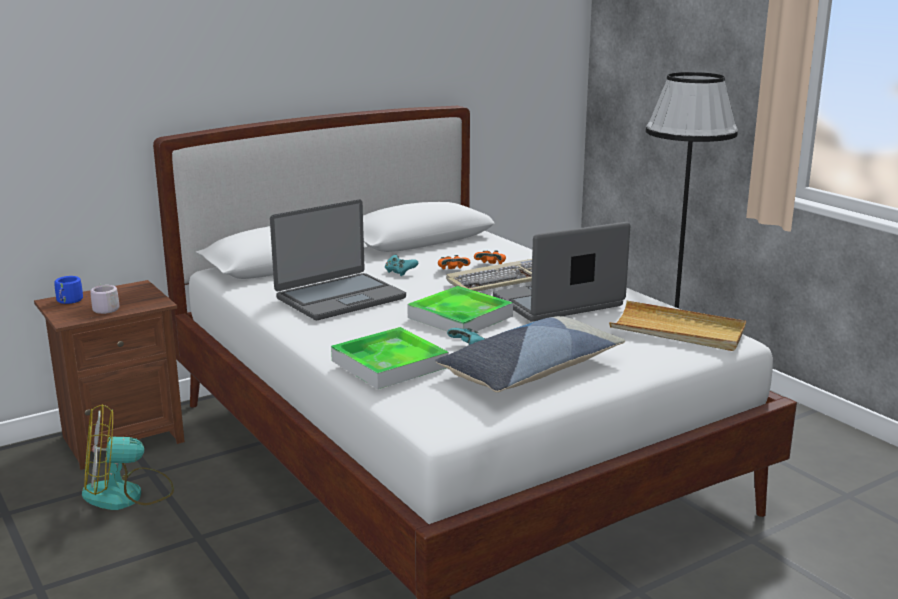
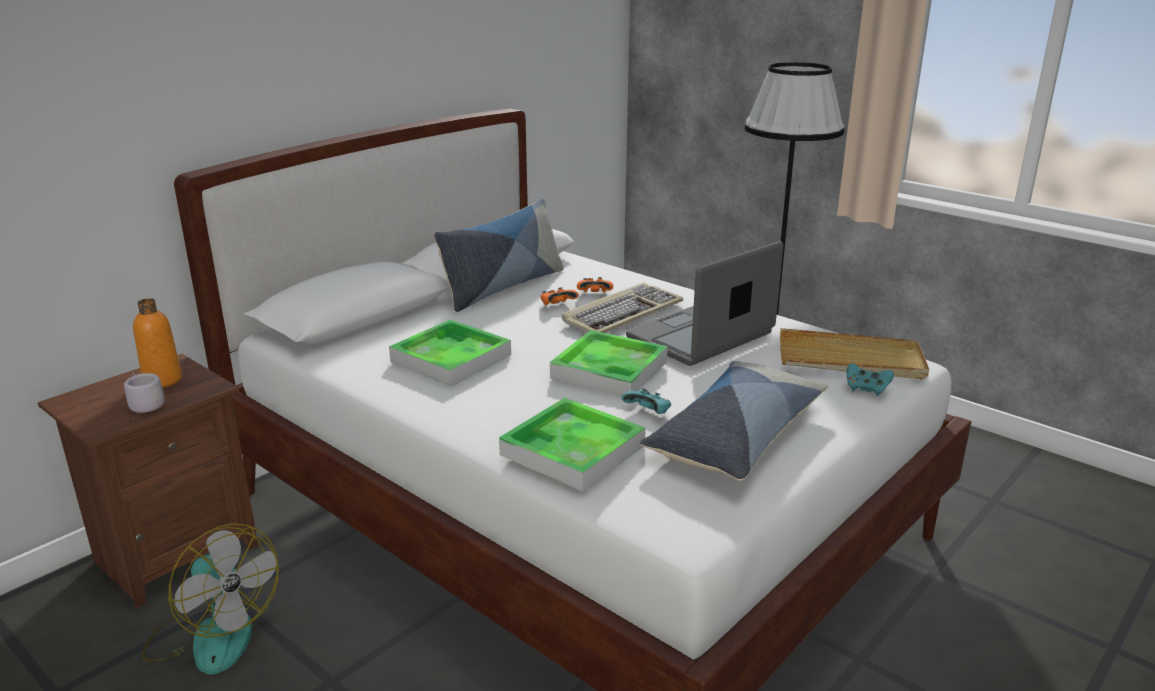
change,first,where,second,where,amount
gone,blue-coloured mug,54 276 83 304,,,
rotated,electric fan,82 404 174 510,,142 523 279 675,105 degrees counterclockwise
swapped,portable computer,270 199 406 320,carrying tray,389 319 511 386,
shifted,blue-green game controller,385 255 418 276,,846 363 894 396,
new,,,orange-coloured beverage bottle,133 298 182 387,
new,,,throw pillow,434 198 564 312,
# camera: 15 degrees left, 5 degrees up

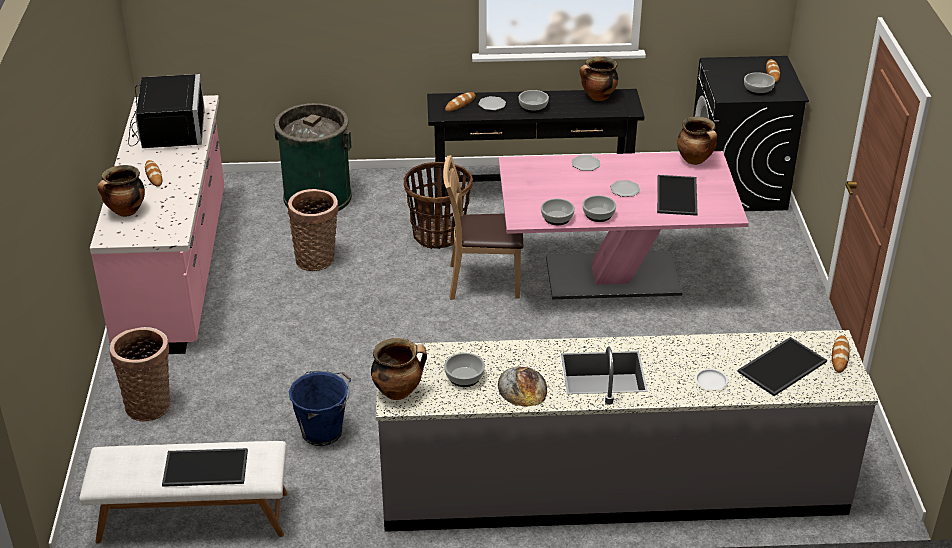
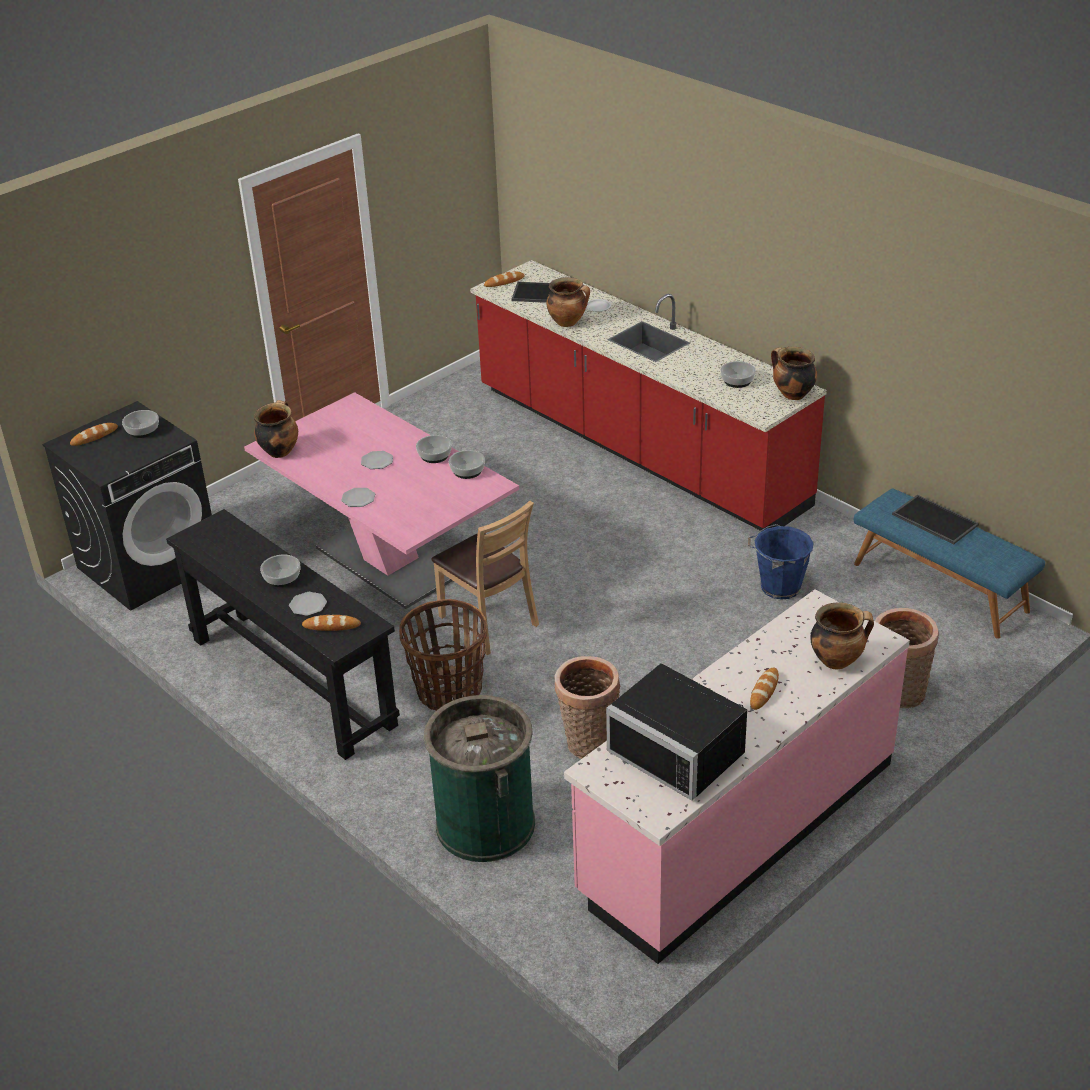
change,first,where,second,where,amount
repainted,white-coloured indoor bench,79 441 287 544,blue-coloured indoor bench,854 489 1045 639,
rotated,black-coloured microwave,128 74 205 148,,606 663 747 801,90 degrees counterclockwise
repainted,gray kitchen base unit,376 330 878 532,reddish kitchen base unit,470 260 827 531,
gone,baked bread,498 366 547 407,,,
shifted,stockpot,580 57 618 101,,546 277 590 327,
gone,carrying tray,657 175 698 216,,,
# camera: 130 degrees left, 0 degrees up

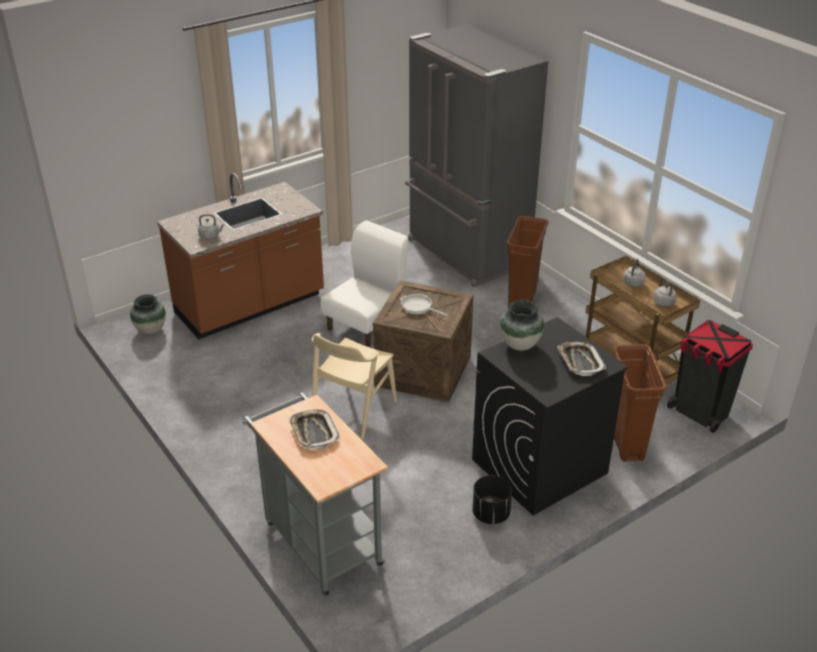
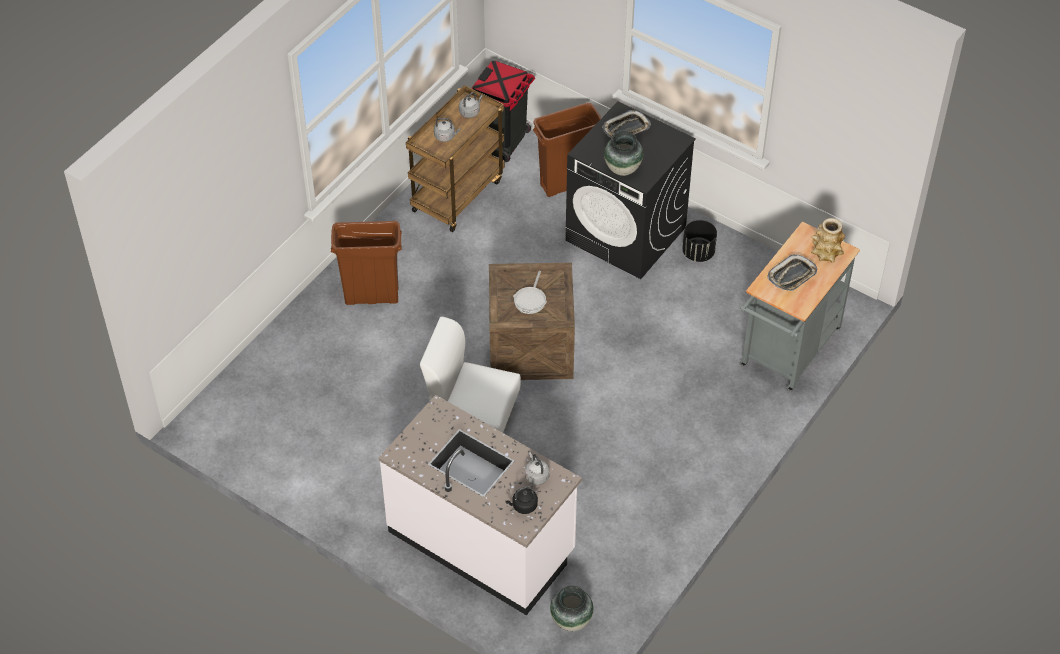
change,first,where,second,where,amount
repainted,brown-coloured kitchen base unit,157 173 324 339,white-coloured kitchen base unit,379 395 582 615,
gone,sand-coloured plain chair,312 333 397 440,,,
gone,gray refrigerator,405 24 548 287,,,
new,,,black-coloured water kettle,505 485 538 514,
new,,,flower vase,811 218 845 262,
# camera: 110 degrees left, 15 degrees up

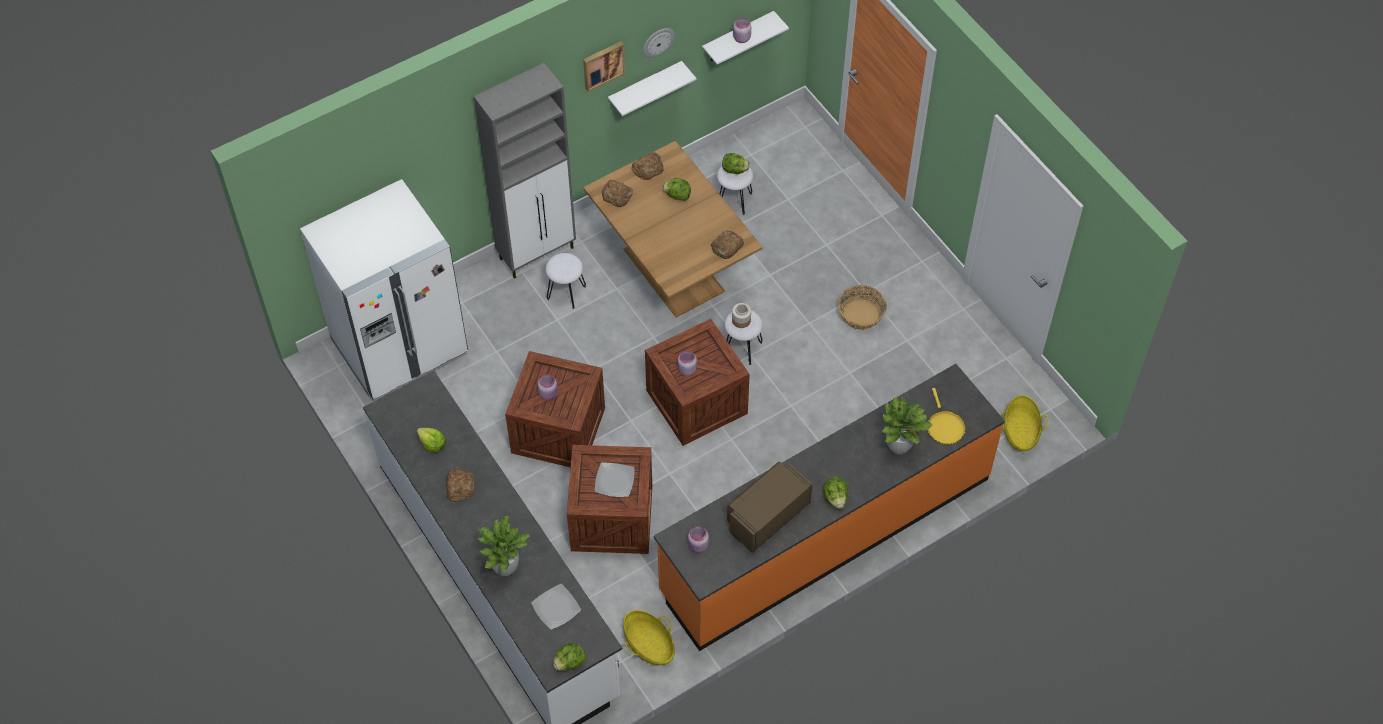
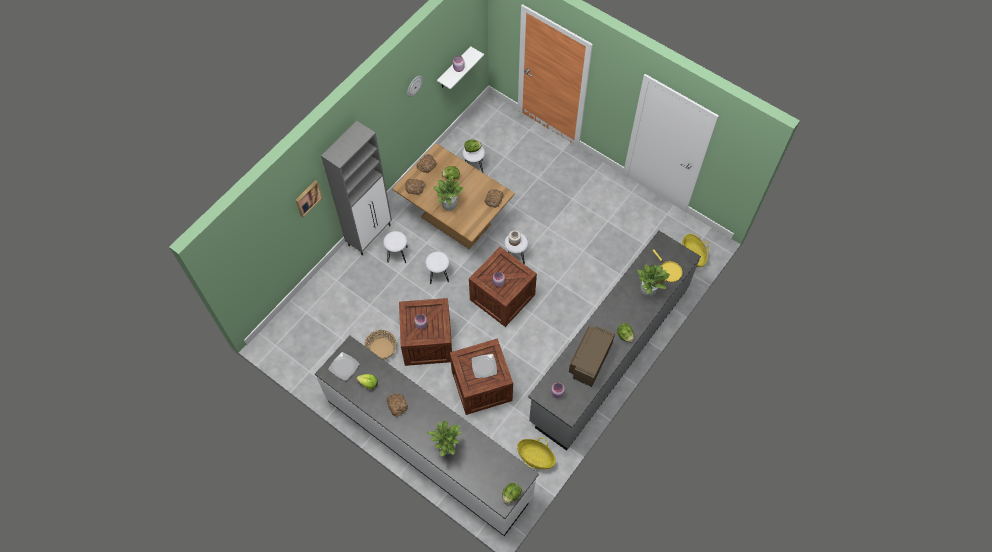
change,first,where,second,where,amount
gone,white-coloured refrigerator,300 179 468 402,,,
shifted,plate,531 584 581 630,,328 352 360 381,
shifted,picture,583 41 625 92,,295 180 323 218,
gone,white-coloured wall shelf,608 61 696 116,,,
repainted,orange-coloured kitchen base unit,654 364 1005 651,gray kitchen base unit,528 231 701 451,
shifted,household basket,838 285 886 330,,364 330 397 360,
new,,,white-coloured sitting stool,425 251 449 284,
new,,,plant in a pot,433 176 464 211,
# camera: 20 degrees left, 5 degrees up

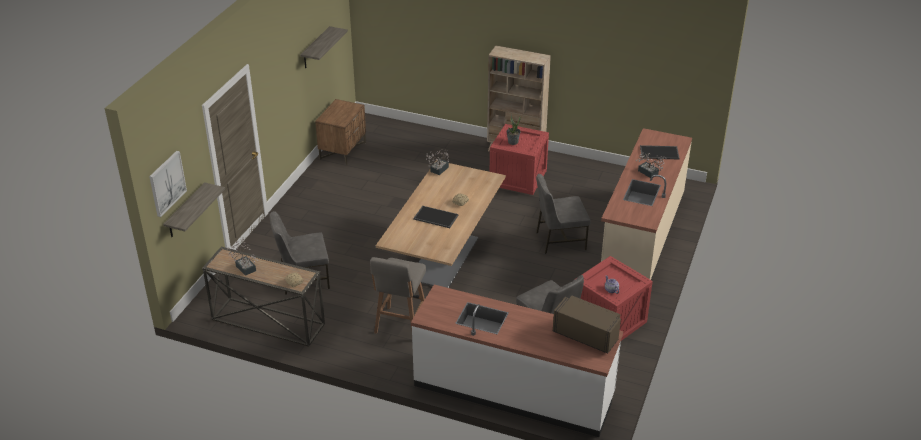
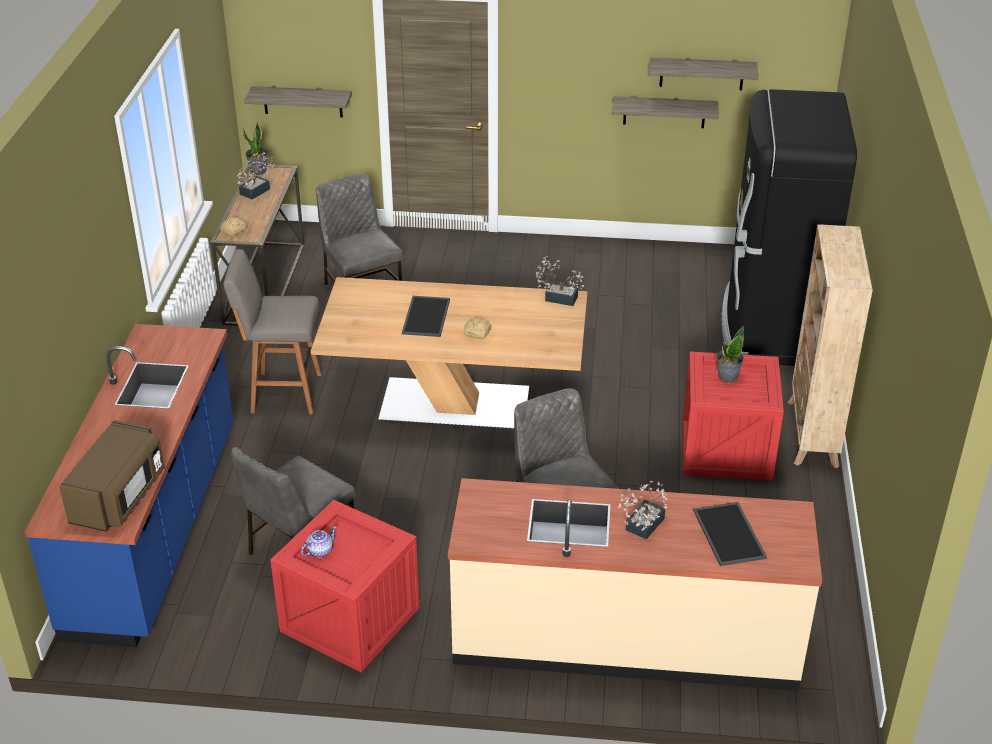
change,first,where,second,where,amount
gone,picture,149 151 187 217,,,
gone,brown-coloured bedside table,315 99 366 166,,,
repainted,white-coloured kitchen base unit,411 285 623 437,blue-coloured kitchen base unit,25 324 234 648,
new,,,plant in a pot,243 122 268 175,
new,,,wall shelf,612 96 719 128,
new,,,black-coloured refrigerator,721 89 857 366,
# camera: 75 degrees right, 0 degrees up

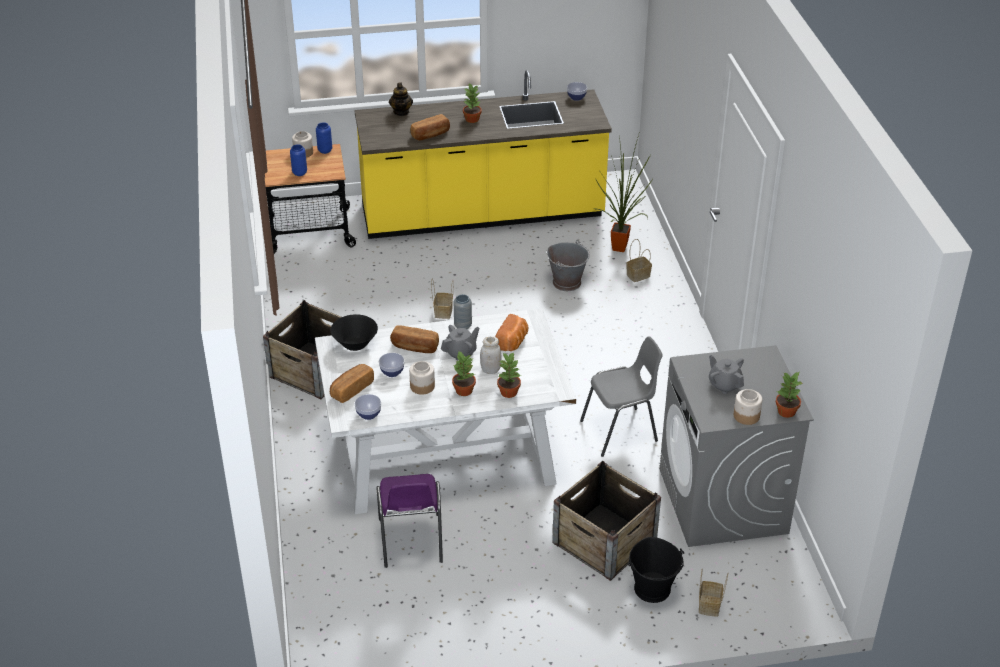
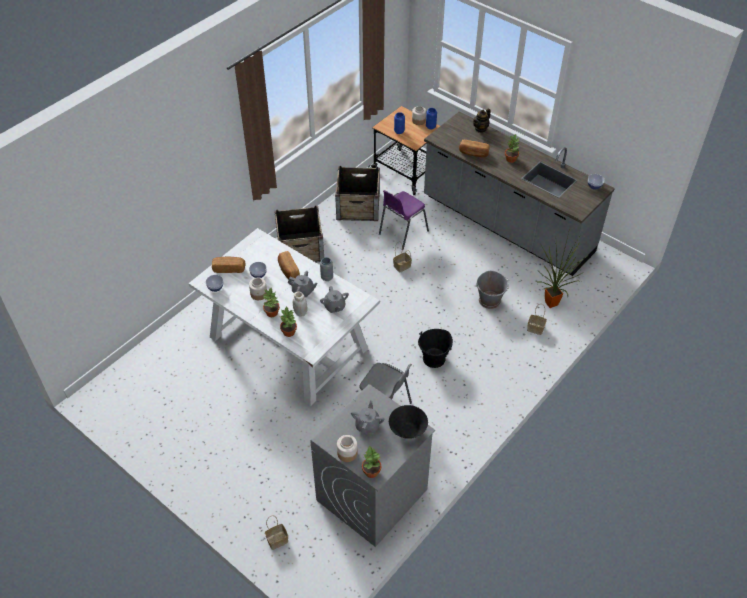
change,first,where,second,where,amount
shifted,black-coloured deep dish,330 314 378 351,,389 405 428 439,
repainted,yellow kitchen base unit,355 70 612 239,gray kitchen base unit,424 112 615 276,
shifted,purple-coloured plain chair,376 474 443 568,,379 190 429 250,
swapped,baked bread,495 314 528 351,gray teapot,320 286 349 313,
shifted,packing crate,552 461 661 581,,335 166 380 221,
shifted,black-coloured water bucket,628 537 684 603,,418 329 453 368,
# camera: 50 degrees right, 10 degrees up

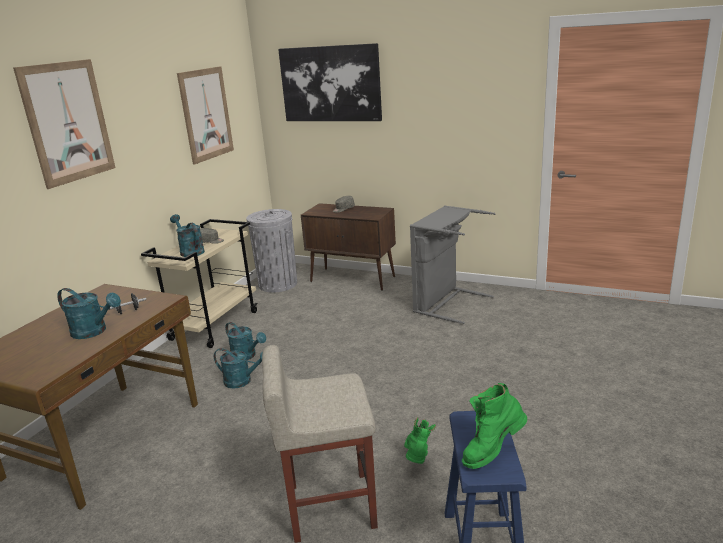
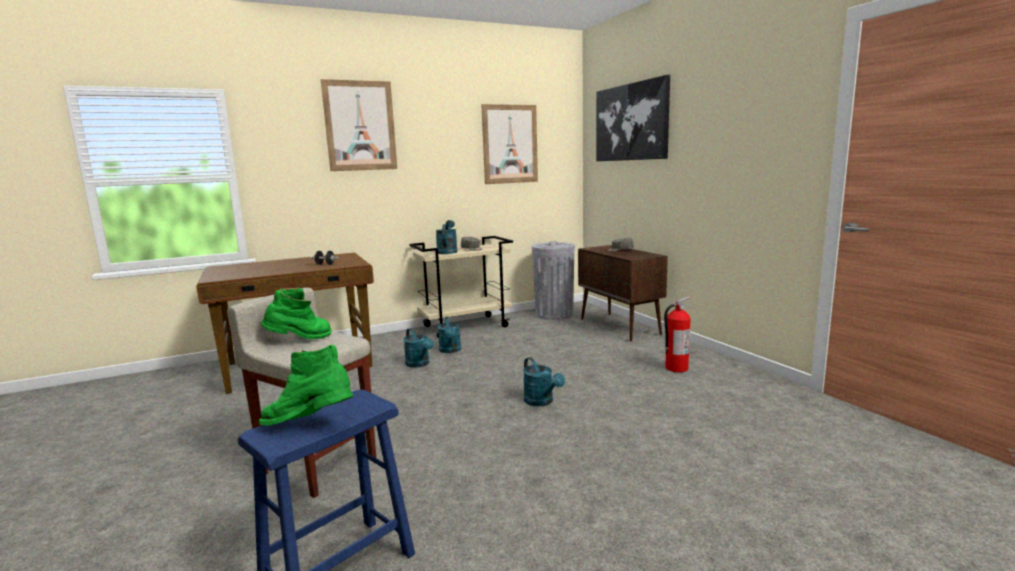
change,first,where,second,where,amount
shifted,blue-green sprinkling can,57 288 121 339,,523 357 565 406,
shifted,greenish high-top boot,404 417 436 464,,261 288 332 339,
swapped,gray hamper,410 206 495 324,extinguisher,664 296 692 372,
# camera: 40 degrees right, 10 degrees down

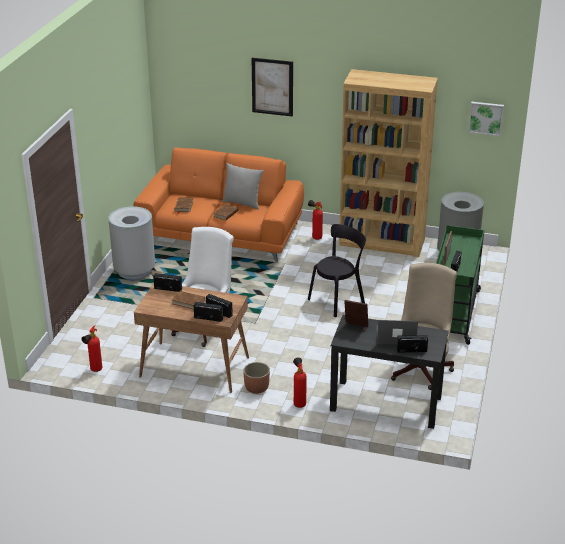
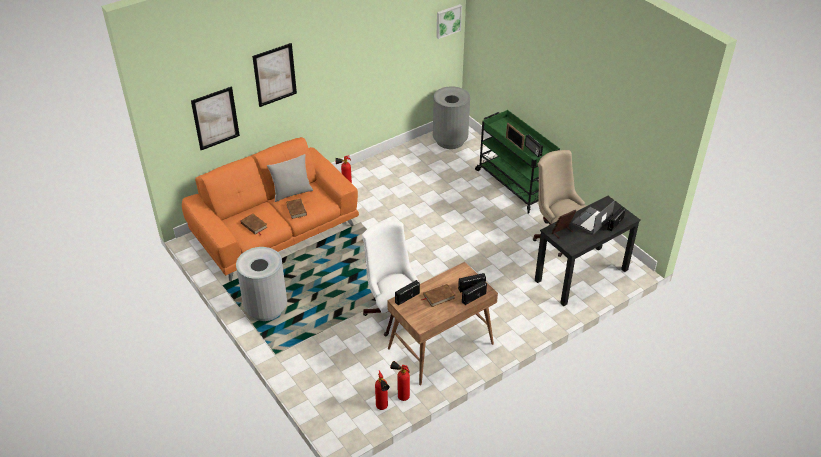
change,first,where,second,where,amount
gone,plant pot,243 362 270 394,,,
shifted,extinguisher,293 357 307 408,,390 361 410 401,
gone,black-coloured plain chair,308 224 366 317,,,
gone,brown-coloured shelving unit,339 69 438 257,,,
new,,,picture,191 86 240 150,
# camera: 50 degrees left, 10 degrees up

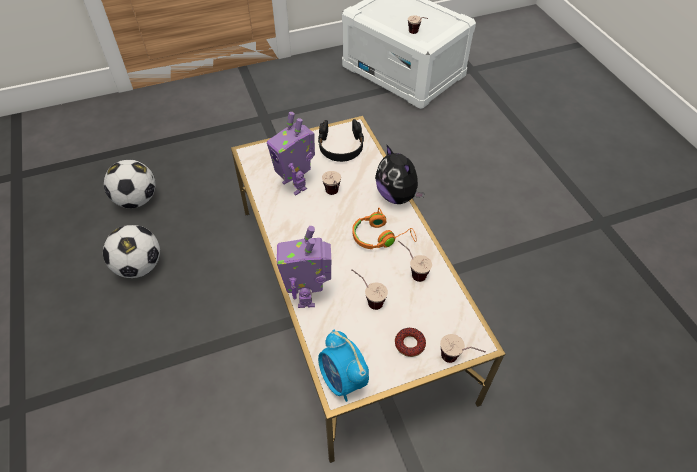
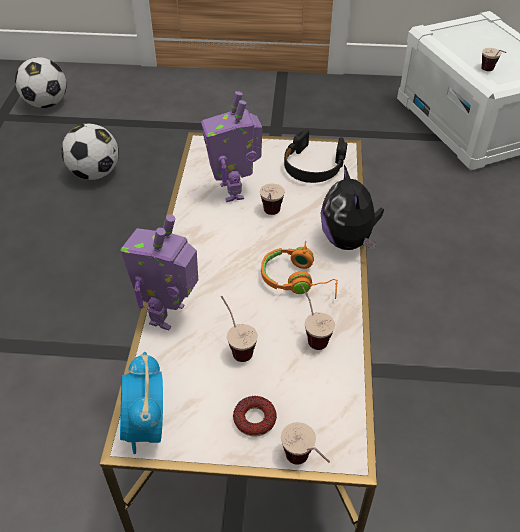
change,first,where,second,where,amount
shifted,football ball,103 225 160 278,,15 57 67 108,
# camera: 25 degrees right, 5 degrees down

